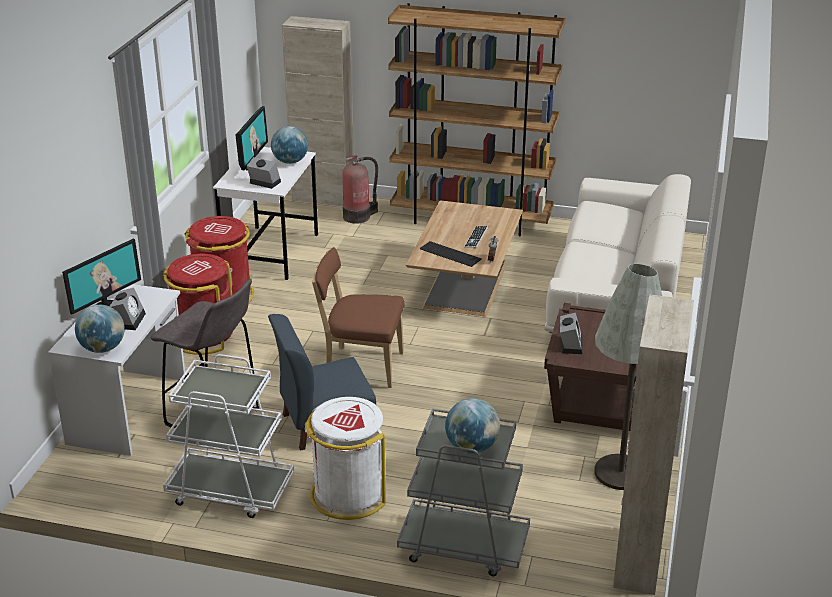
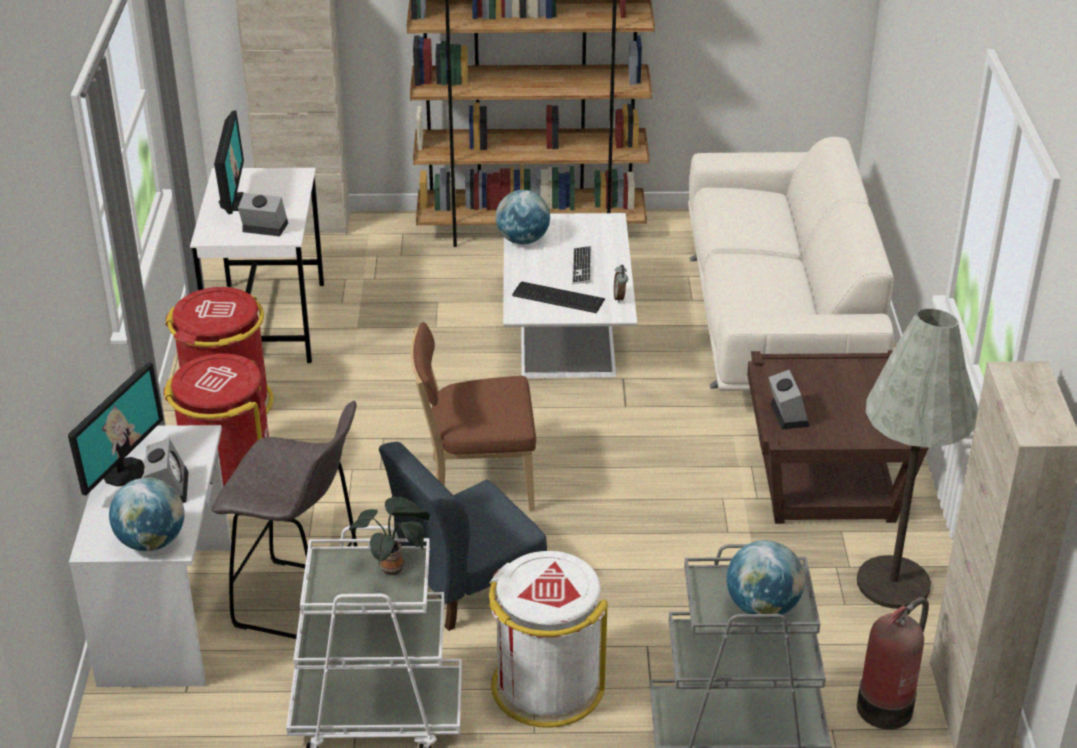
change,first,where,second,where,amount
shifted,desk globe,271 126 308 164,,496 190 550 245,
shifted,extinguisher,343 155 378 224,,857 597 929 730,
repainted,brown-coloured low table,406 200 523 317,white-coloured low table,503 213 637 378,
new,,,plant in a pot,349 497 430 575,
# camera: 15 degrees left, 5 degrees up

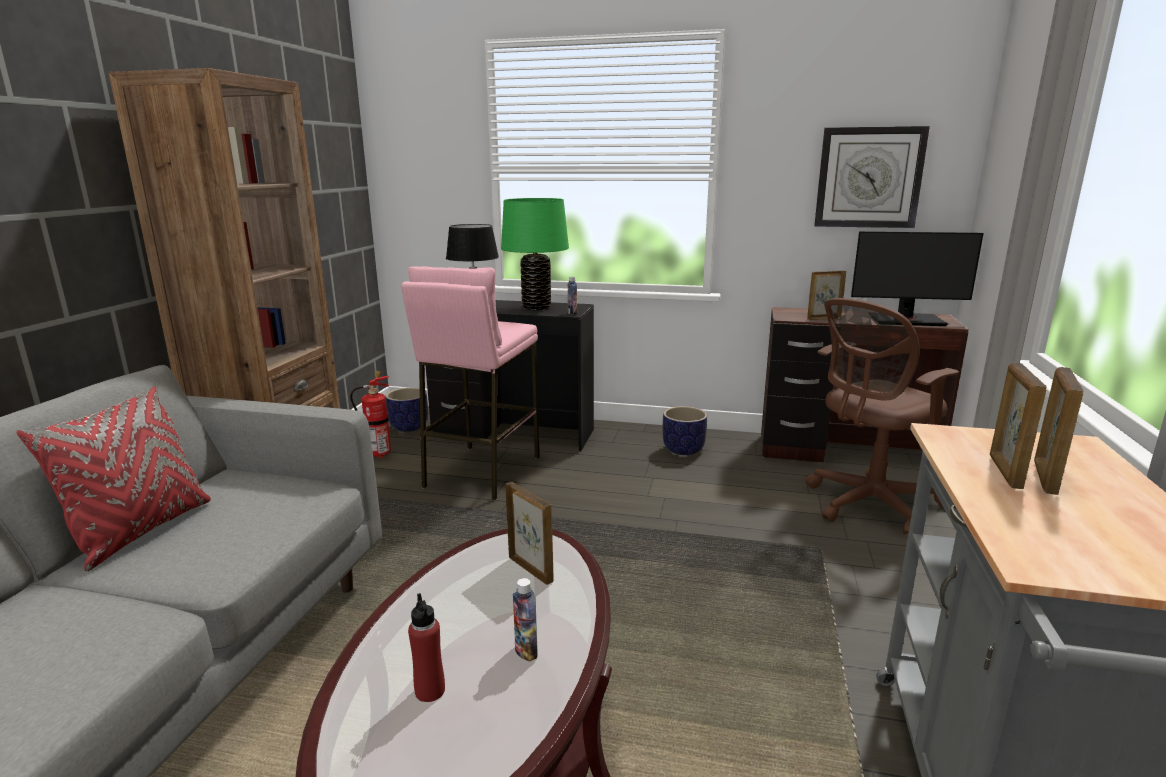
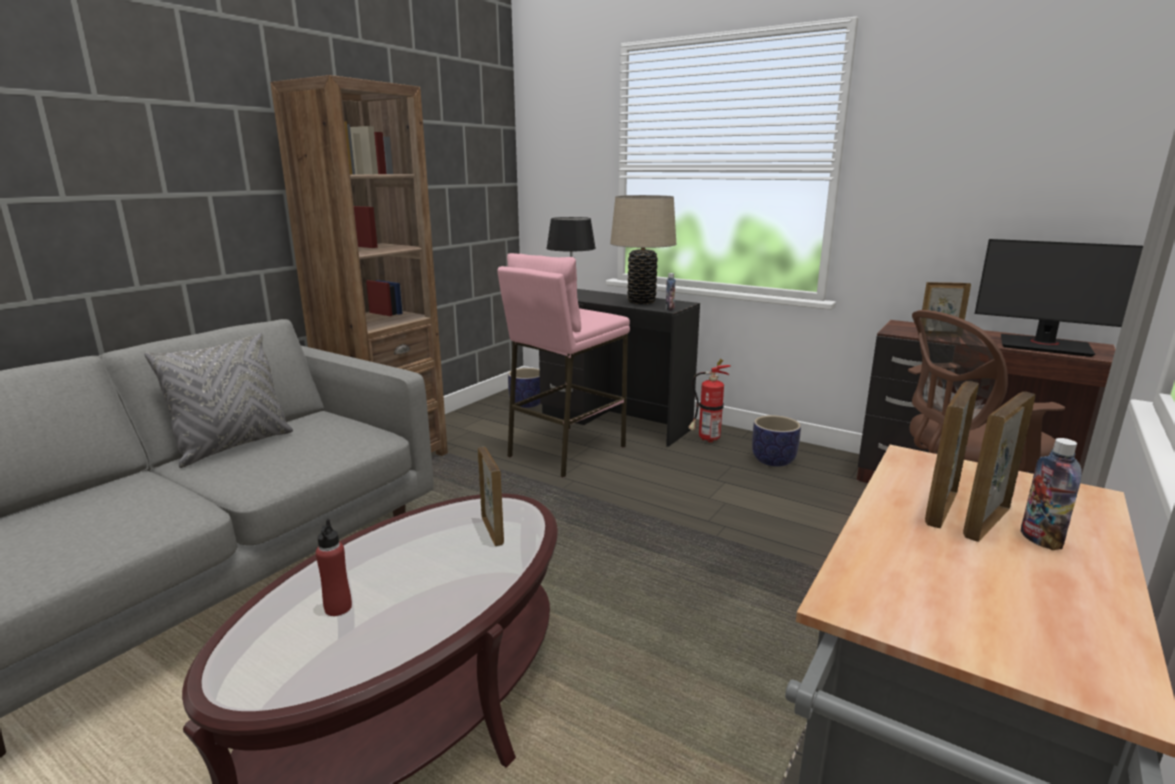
change,first,where,second,where,amount
repainted,reddish throw pillow,16 386 211 571,gray throw pillow,144 333 293 468,
shifted,extinguisher,350 371 391 458,,688 359 731 443,
repainted,greenish lamp for a table,501 198 569 310,sand-coloured lamp for a table,610 195 676 304,
shifted,beverage bottle,513 578 538 662,,1021 438 1082 550,
gone,wall clock,814 126 930 228,,,
# camera: 20 degrees right, 0 degrees up

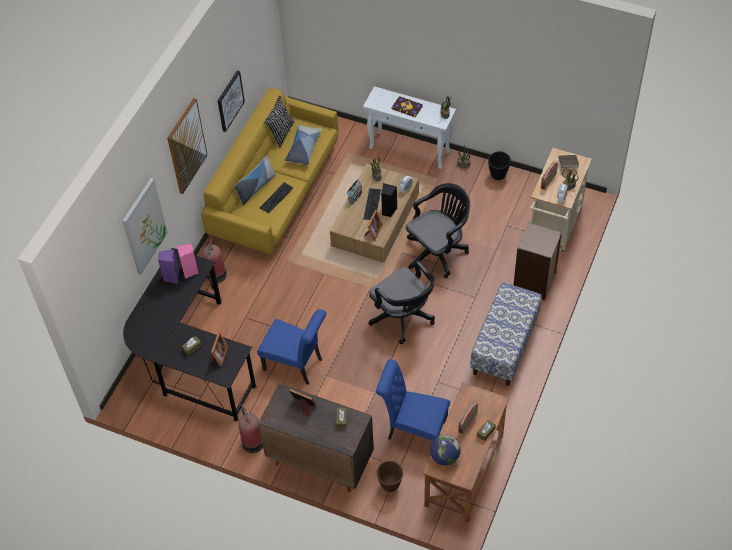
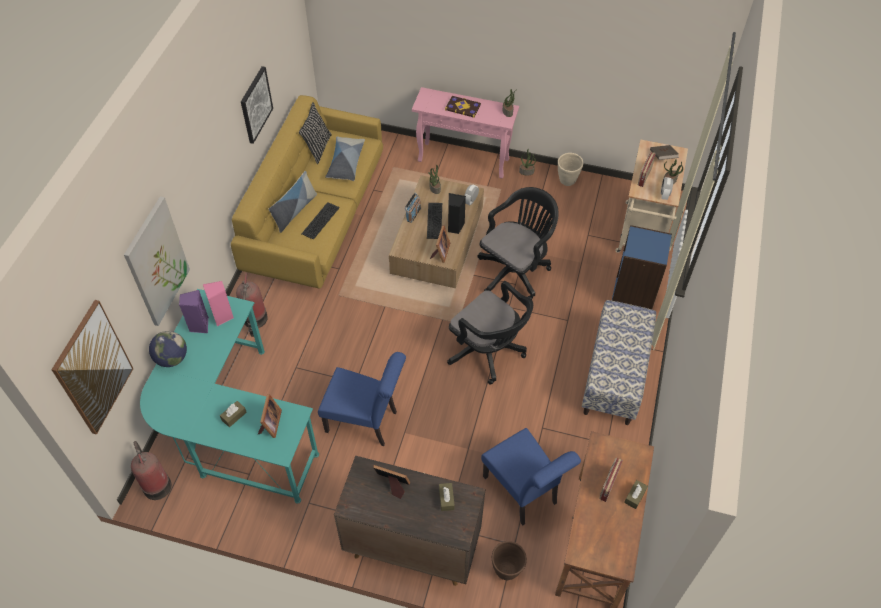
change,first,where,second,where,amount
repainted,black-coloured desk,123 248 257 422,blue-green desk,140 289 319 504,
shifted,picture,167 98 208 194,,51 300 134 435,
shifted,extinguisher,238 404 263 453,,131 441 172 500,
repainted,white-coloured hall table,363 86 456 169,pink hall table,412 87 519 178,
rotated,blue-coloured plain chair,376 359 450 441,,481 428 581 526,135 degrees counterclockwise
shifted,desk globe,430 435 461 465,,149 331 187 367,
repainted,black-coloured plant pot,488 151 511 180,sand-coloured plant pot,558 153 583 186,
repainted,brown-coloured shelving unit,514 222 562 300,blue-coloured shelving unit,612 225 672 309,
# camera: 10 degrees left, 0 degrees up

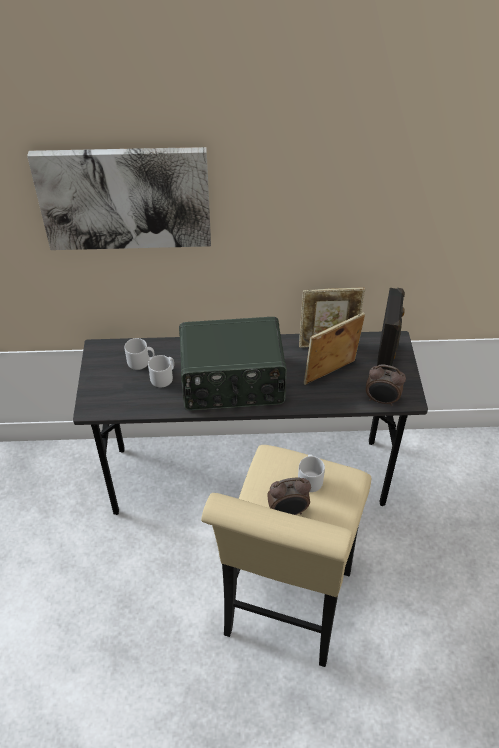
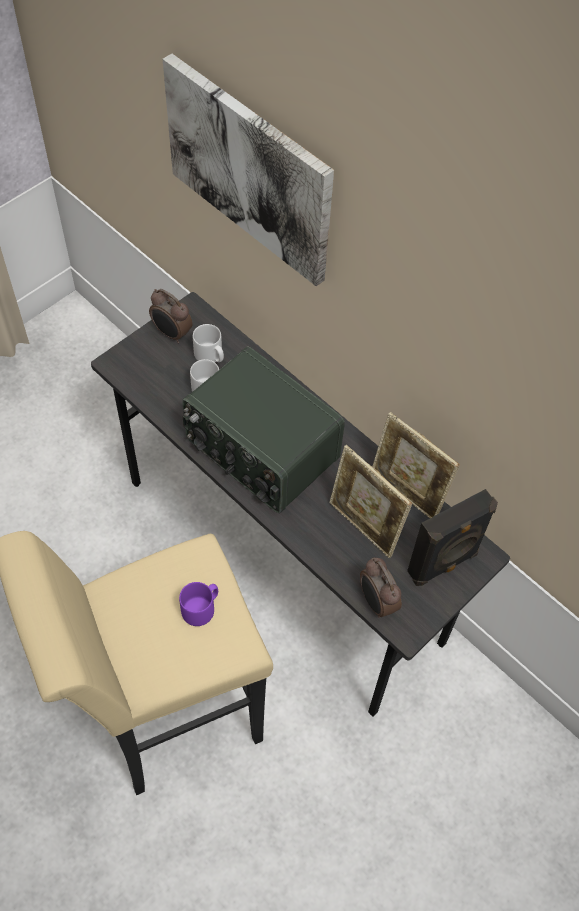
change,first,where,second,where,amount
shifted,bedside clock,267 478 311 515,,149 289 193 343,
repainted,gray mug,298 454 325 492,purple-coloured mug,179 582 218 626,
rotated,standing frame,304 312 365 385,,330 445 412 558,150 degrees counterclockwise
# camera: 45 degrees right, 10 degrees up

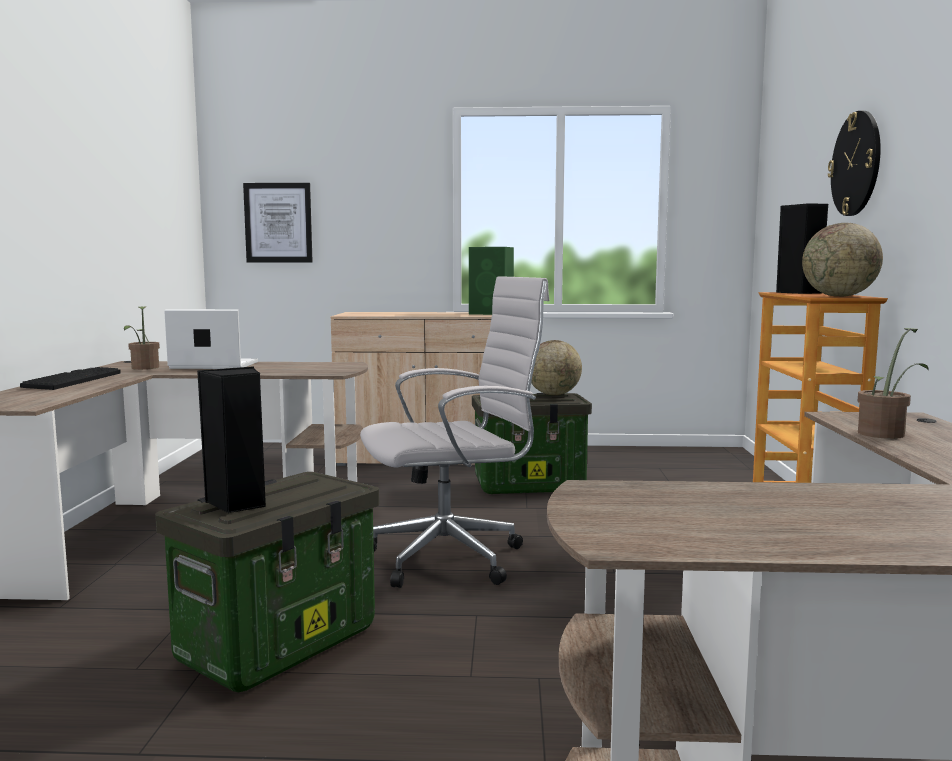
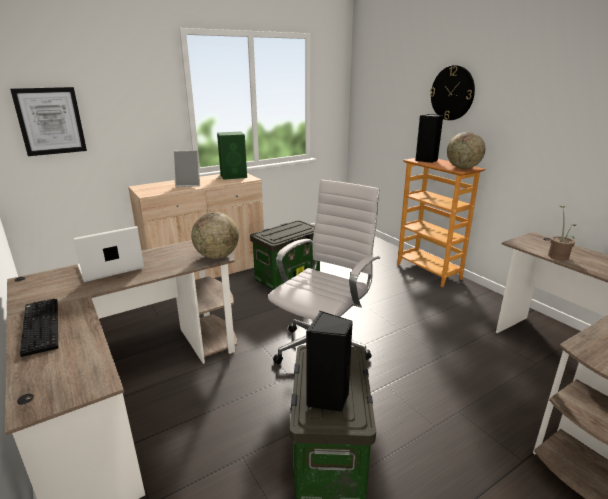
change,first,where,second,where,amount
gone,plant in a pot,124 306 160 370,,,
shifted,desk globe,531 340 582 395,,191 212 239 259,
new,,,standing frame,173 150 200 187,
# camera: 35 degrees left, 15 degrees up

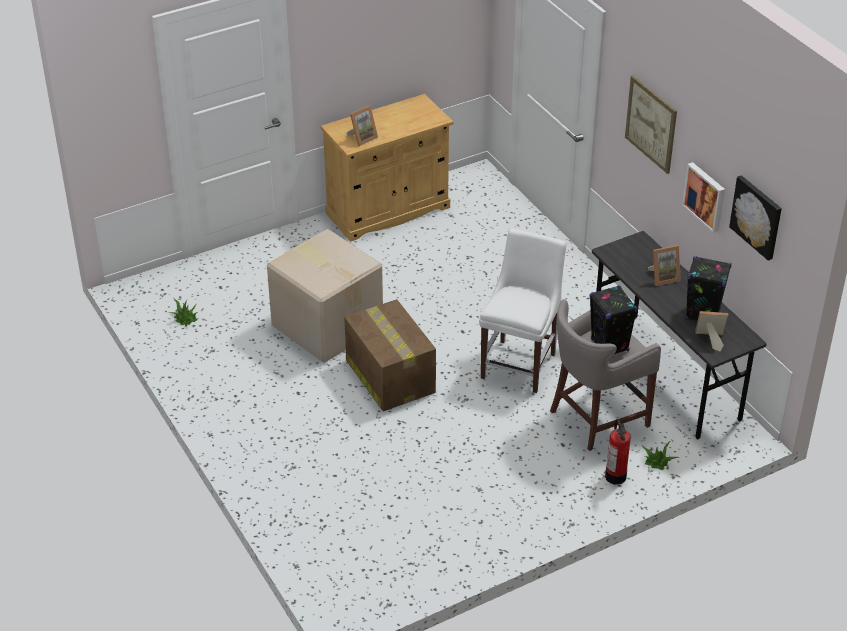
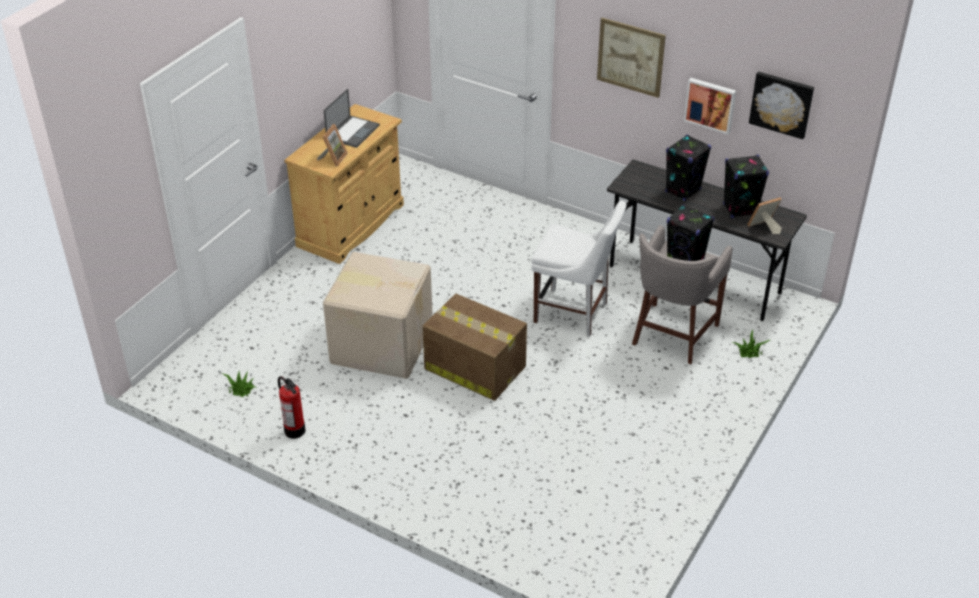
change,first,where,second,where,amount
rotated,white-coloured plain chair,479 229 566 393,,531 201 627 337,120 degrees clockwise
shifted,extinguisher,605 419 631 485,,278 376 305 439,
swapped,standing frame,648 245 681 286,black-coloured speaker,665 135 711 201,
new,,,portable computer,324 89 380 148,
# camera: 30 degrees left, 0 degrees up

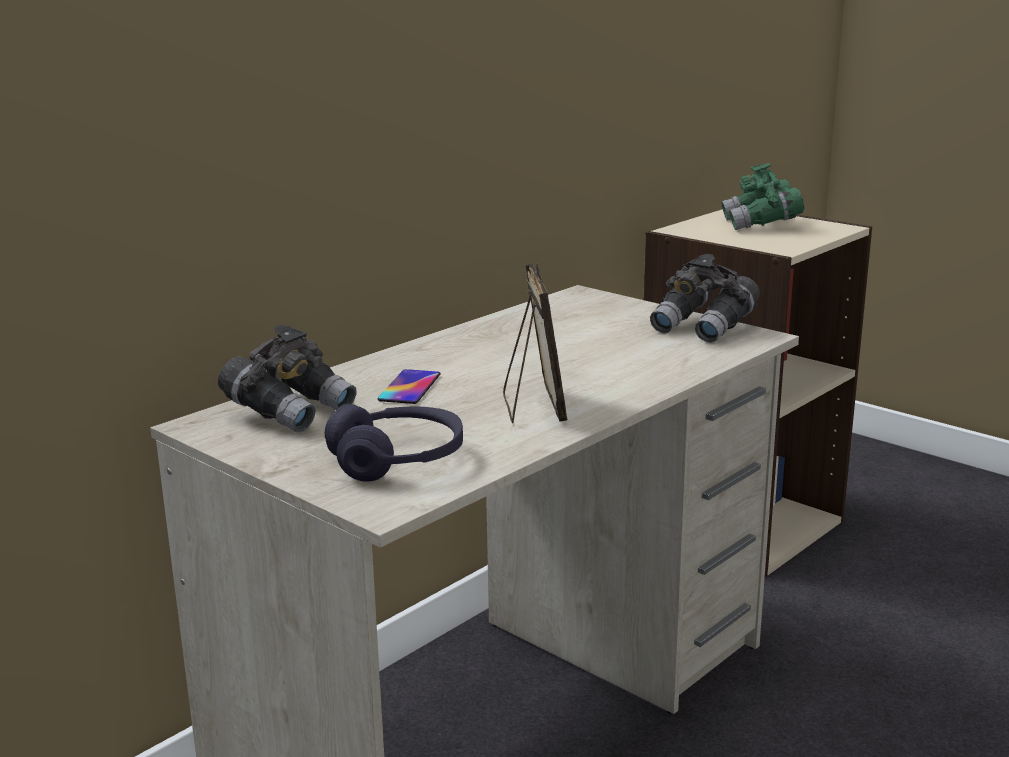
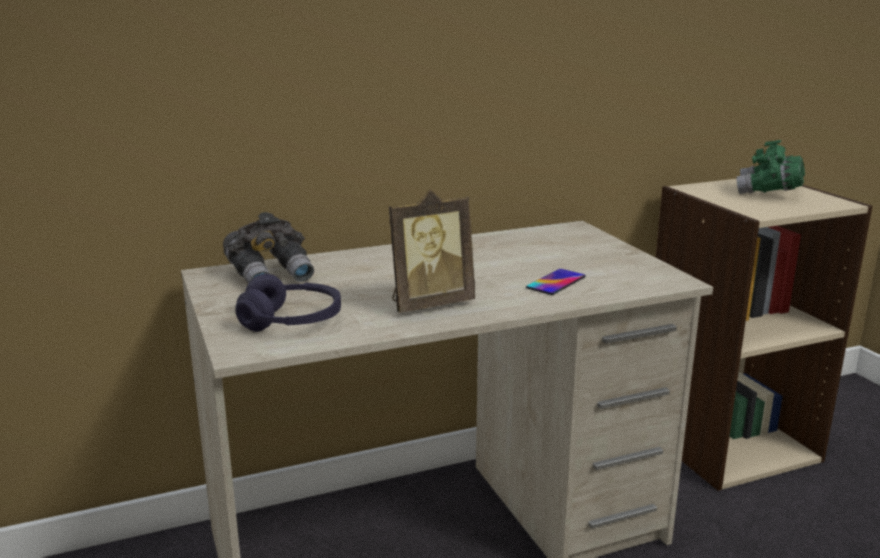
change,first,where,second,where,amount
shifted,phone,377 369 441 404,,526 269 586 295,
rotated,standing frame,503 263 568 423,,389 190 475 313,45 degrees clockwise
gone,gray field glasses,650 254 760 343,,,
# camera: 25 degrees right, 0 degrees up

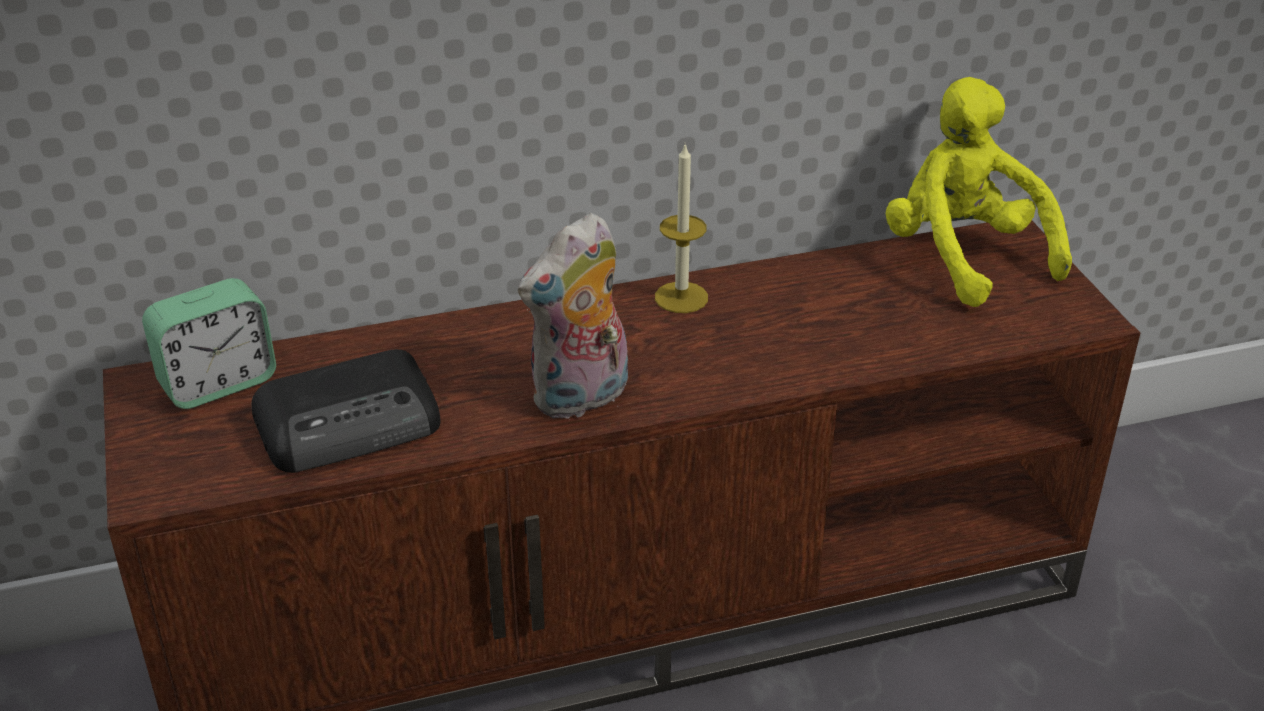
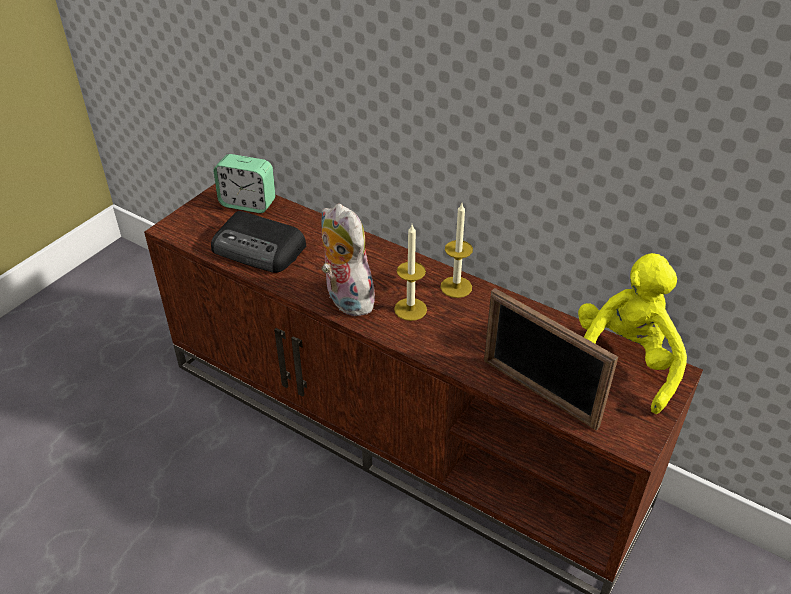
change,first,where,second,where,amount
rotated,cuddly toy,518 213 628 420,,321 204 375 316,45 degrees clockwise
new,,,candle,394 225 427 321,
new,,,standing frame,484 288 618 431,
# camera: 50 degrees right, 5 degrees up

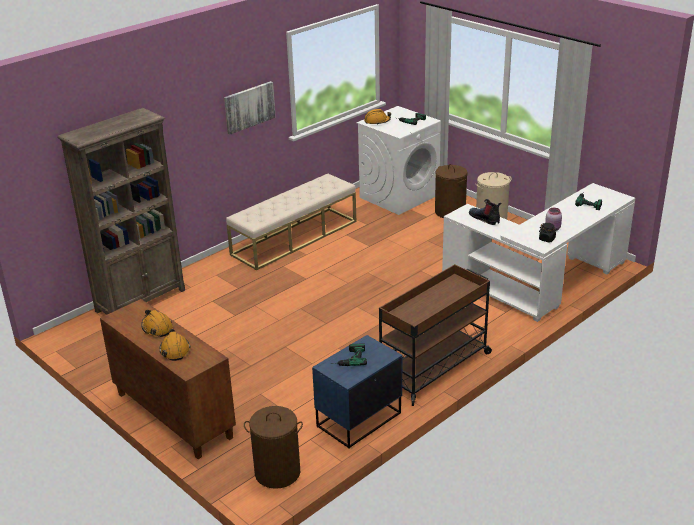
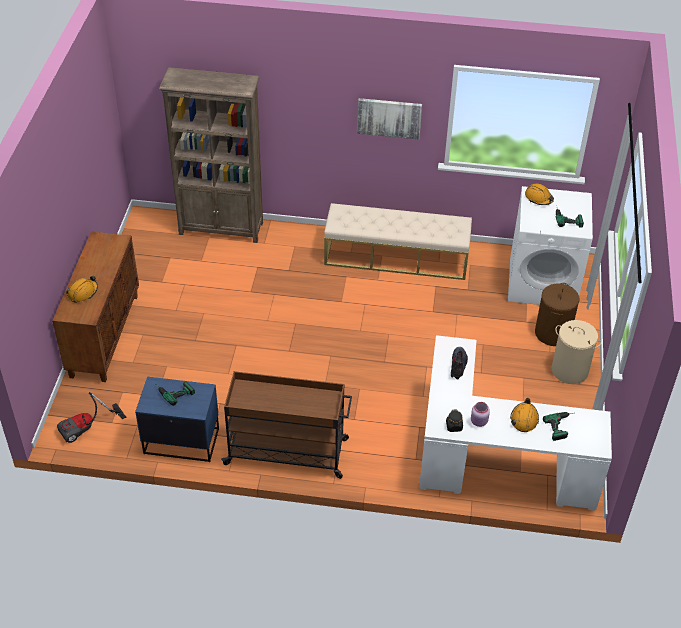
change,first,where,second,where,amount
shifted,orange-coloured work helmet,141 310 173 337,,510 398 539 432,
swapped,brown-coloured hamper,244 406 303 489,hoover,57 392 127 443,
# camera: 50 degrees right, 15 degrees up

